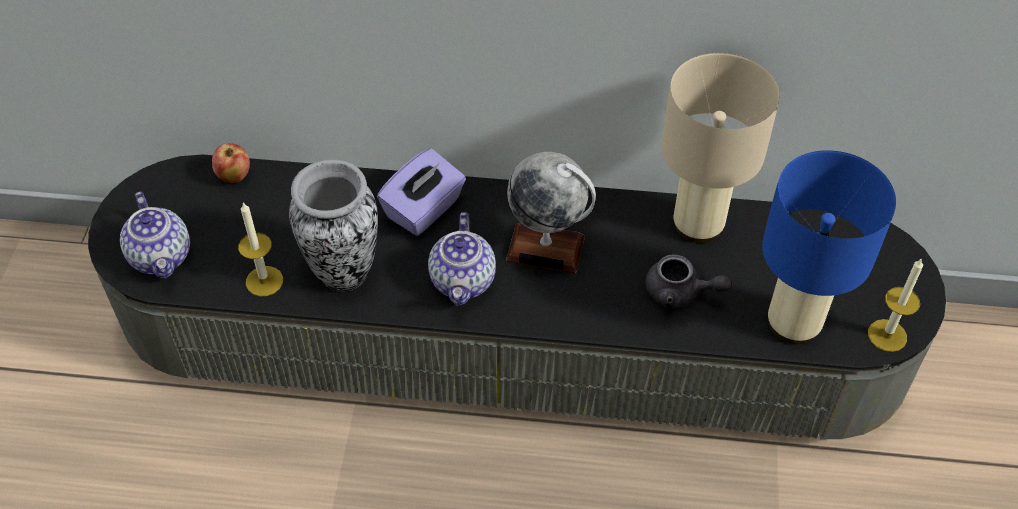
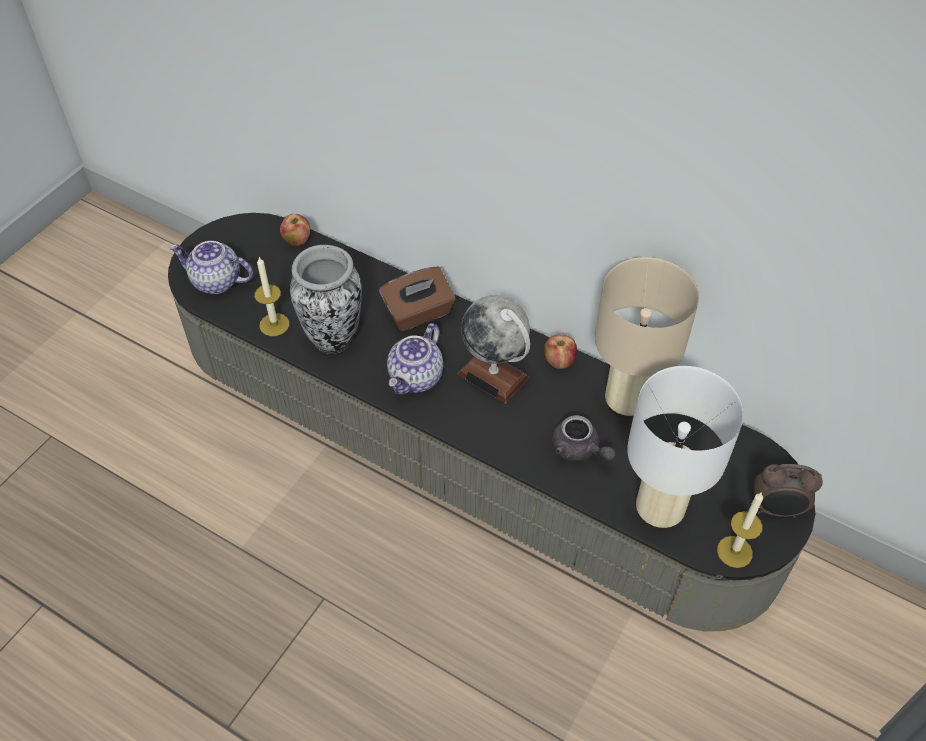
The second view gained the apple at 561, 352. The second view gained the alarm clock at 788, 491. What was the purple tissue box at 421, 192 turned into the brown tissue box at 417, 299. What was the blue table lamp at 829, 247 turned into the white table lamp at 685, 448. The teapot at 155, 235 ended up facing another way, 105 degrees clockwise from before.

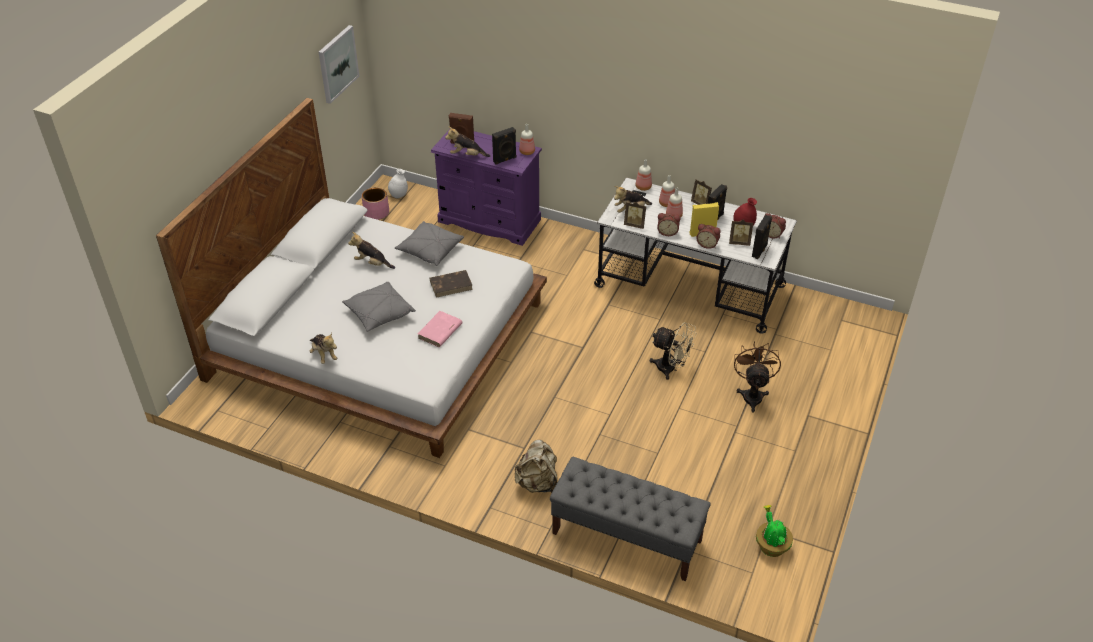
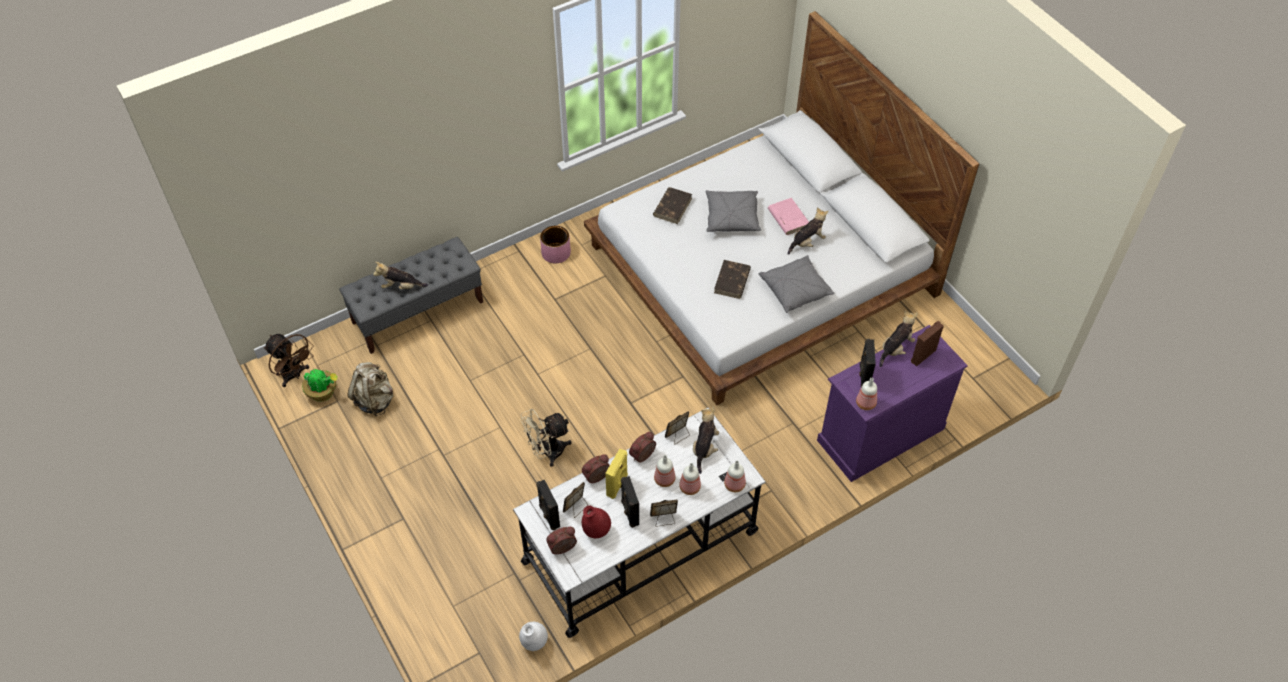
The second view lost the picture at 339, 64. The second view gained the brown book at 672, 205. The plush toy ended up elsewhere, having gone from 323, 348 to 400, 275. The pink planter ended up elsewhere, having gone from 375, 203 to 555, 245. The white vase ended up elsewhere, having gone from 398, 183 to 533, 636. The pink book ended up elsewhere, having gone from 440, 329 to 788, 216. The beige backpack ended up elsewhere, having gone from 536, 466 to 370, 389. The brown fan ended up elsewhere, having gone from 757, 376 to 289, 360.

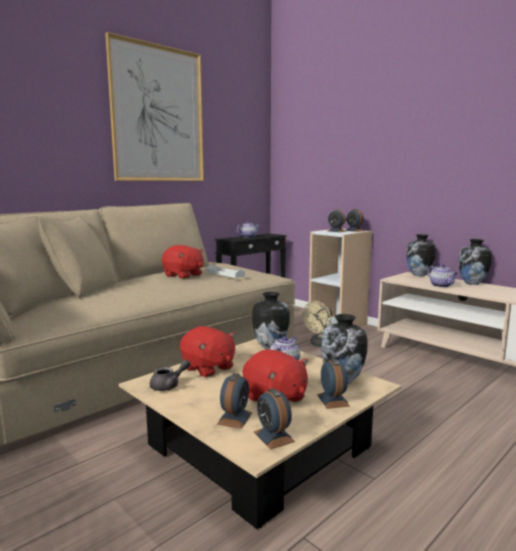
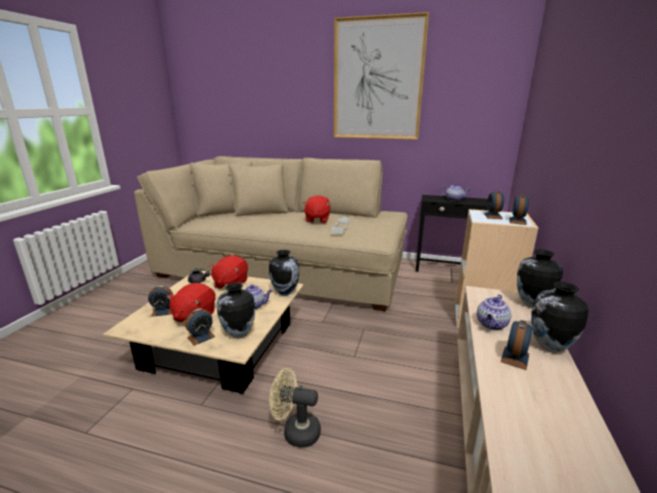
The alarm clock ended up elsewhere, having gone from 274, 419 to 517, 345. The beige fan ended up elsewhere, having gone from 317, 324 to 295, 408.

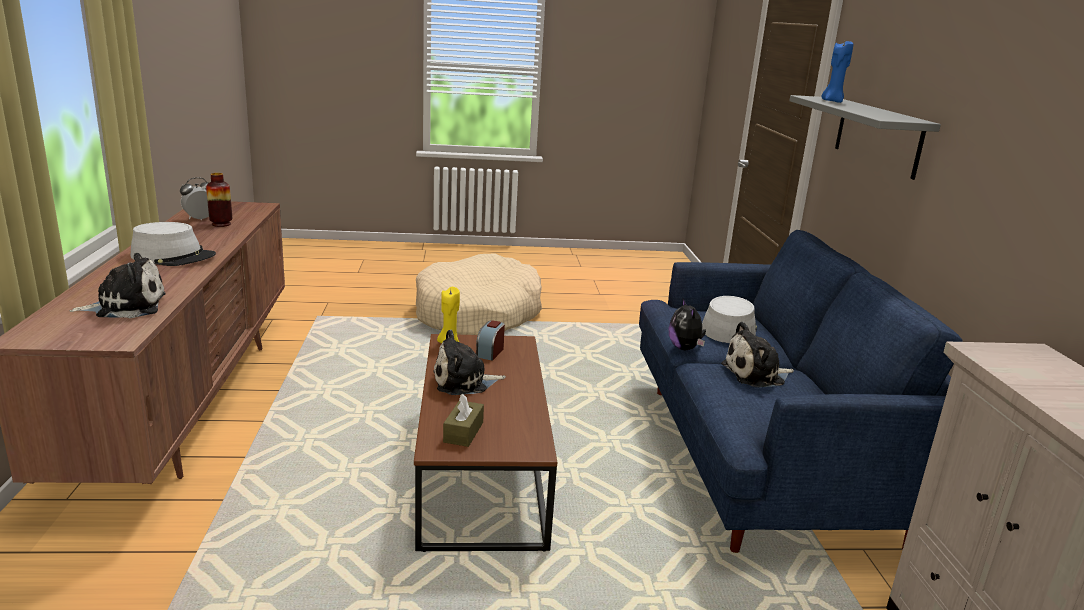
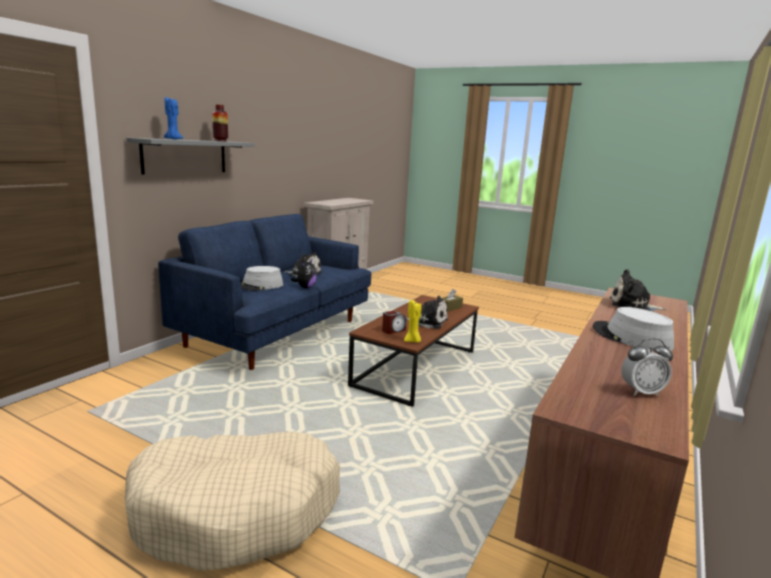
The vase ended up elsewhere, having gone from 219, 200 to 220, 123.

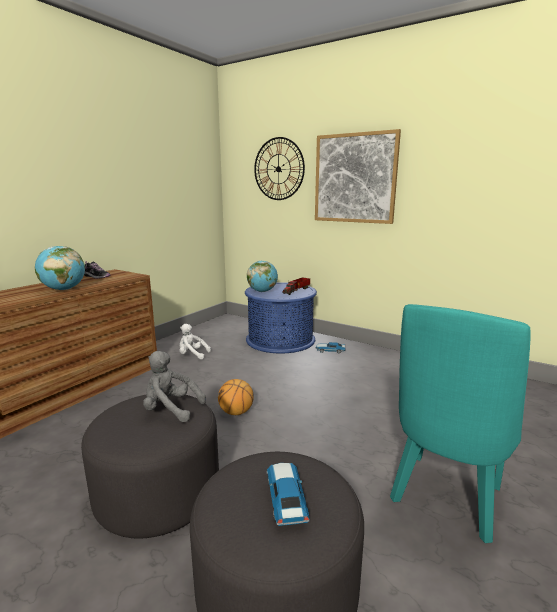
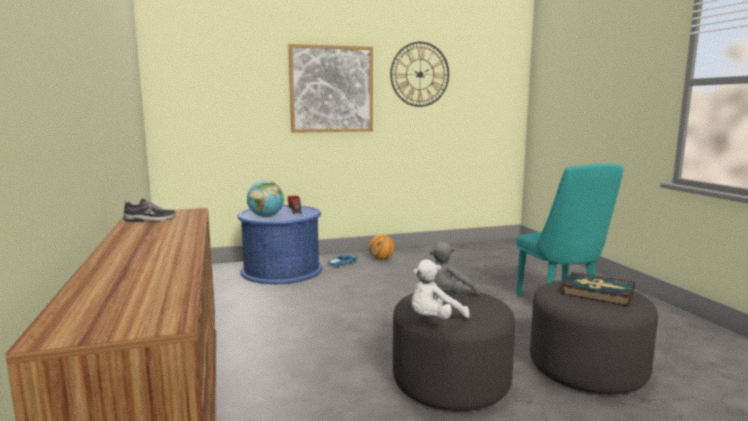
The second view lost the globe at 60, 268. The white plush toy ended up elsewhere, having gone from 195, 342 to 441, 289. The basketball ended up elsewhere, having gone from 236, 397 to 382, 247. The wall clock ended up elsewhere, having gone from 279, 168 to 419, 74. Where the toy car stood at 288, 494, the book came to stand at 598, 289.

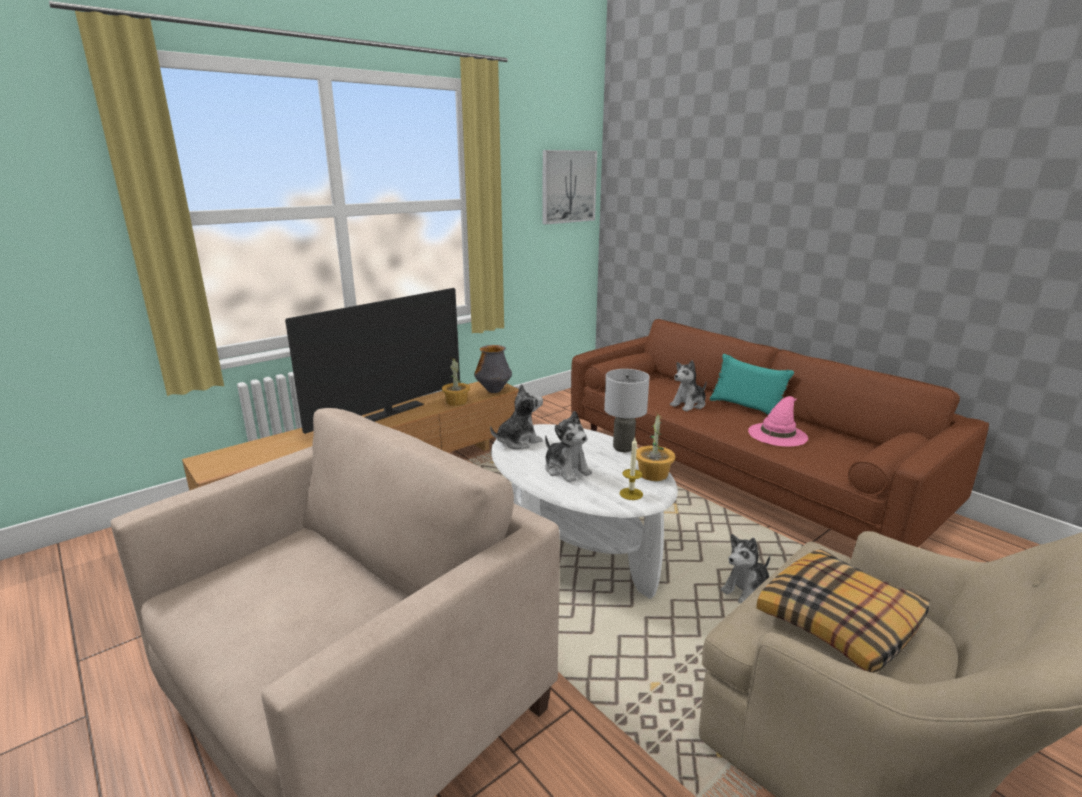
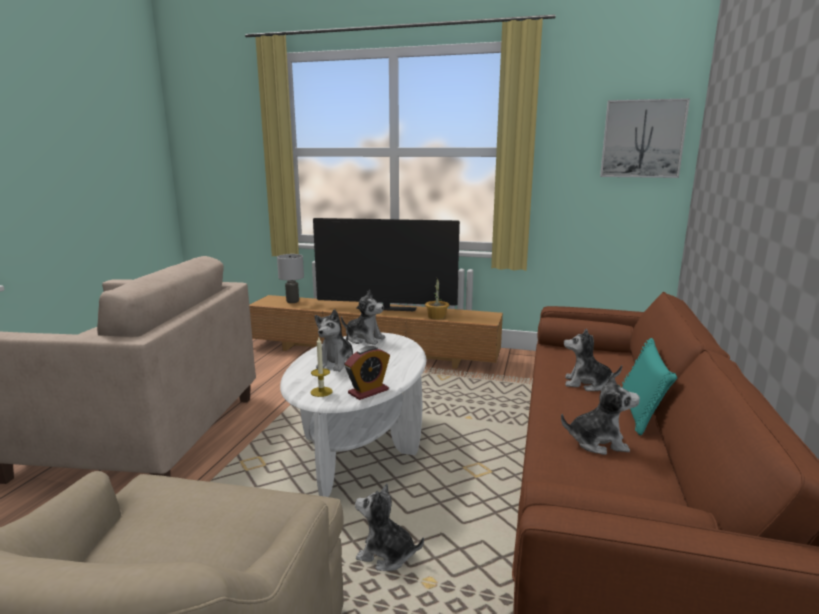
The second view lost the vase at 493, 369. The second view lost the pillow at 843, 611. The white table lamp ended up elsewhere, having gone from 626, 411 to 290, 278. Where the potted plant stood at 655, 446, the alarm clock came to stand at 367, 373. Where the pink hat stood at 778, 421, the plush toy came to stand at 600, 414.

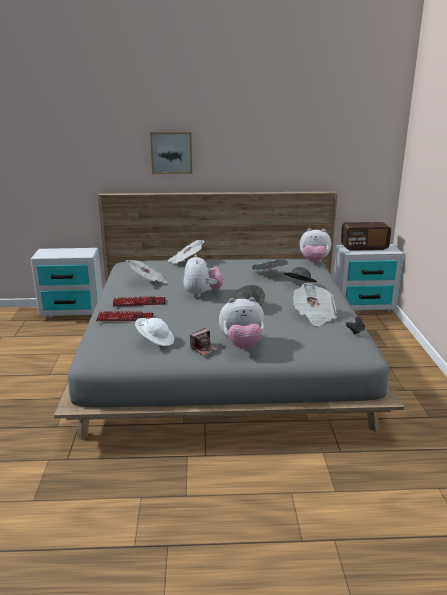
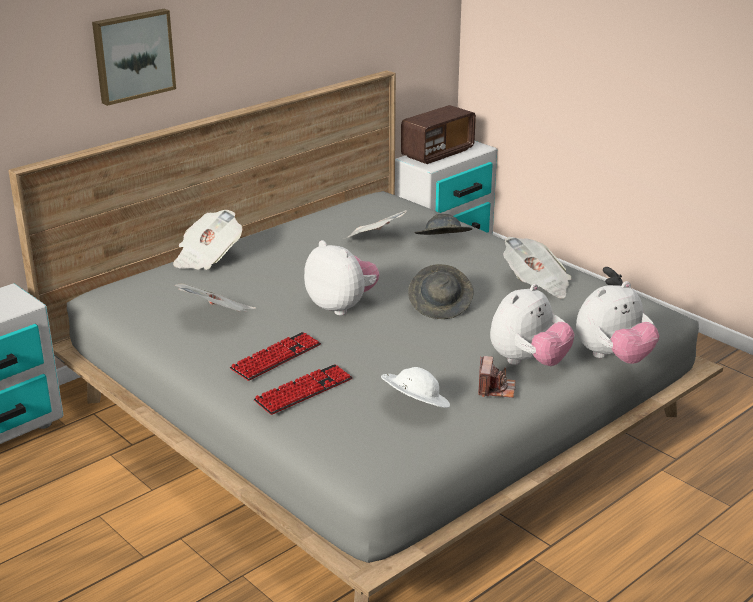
The plush toy ended up elsewhere, having gone from 315, 245 to 617, 322.

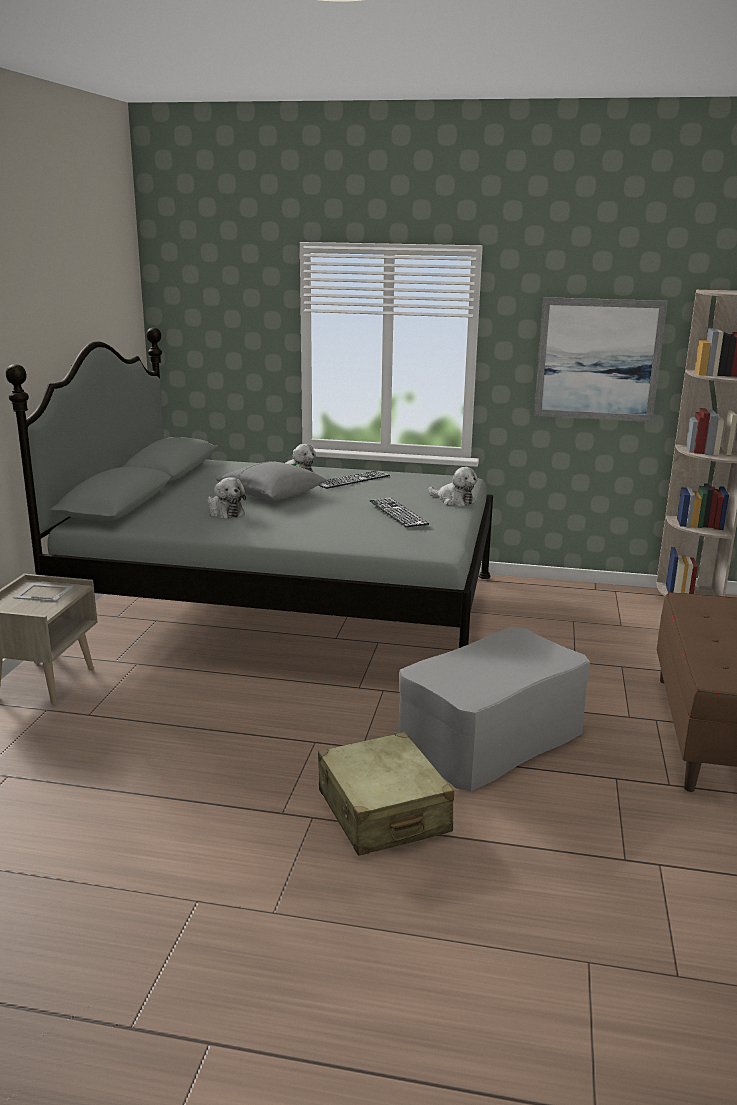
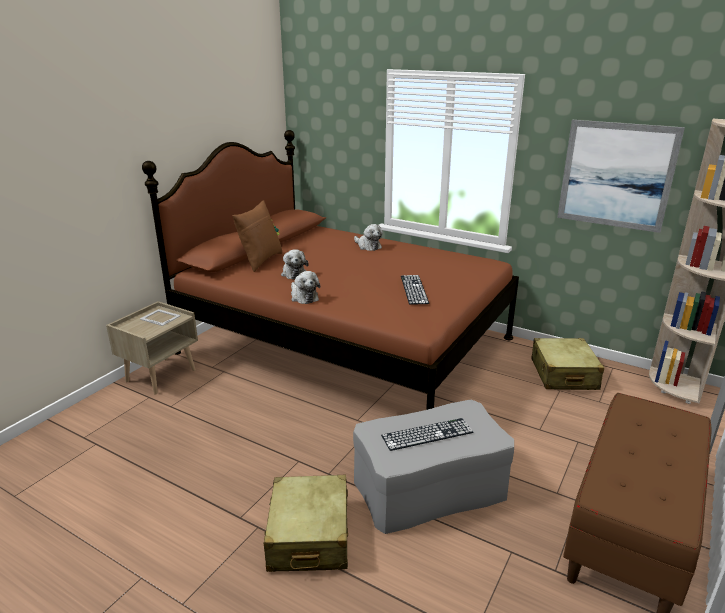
The second view lost the grey pillow at 271, 480. The second view gained the brown pillow at 257, 236. The second view gained the beige suitcase at 567, 364. The keyboard ended up elsewhere, having gone from 354, 480 to 427, 434. The plush toy ended up elsewhere, having gone from 452, 486 to 305, 287. What was the grey bed at 249, 488 turned into the brown bed at 330, 270.

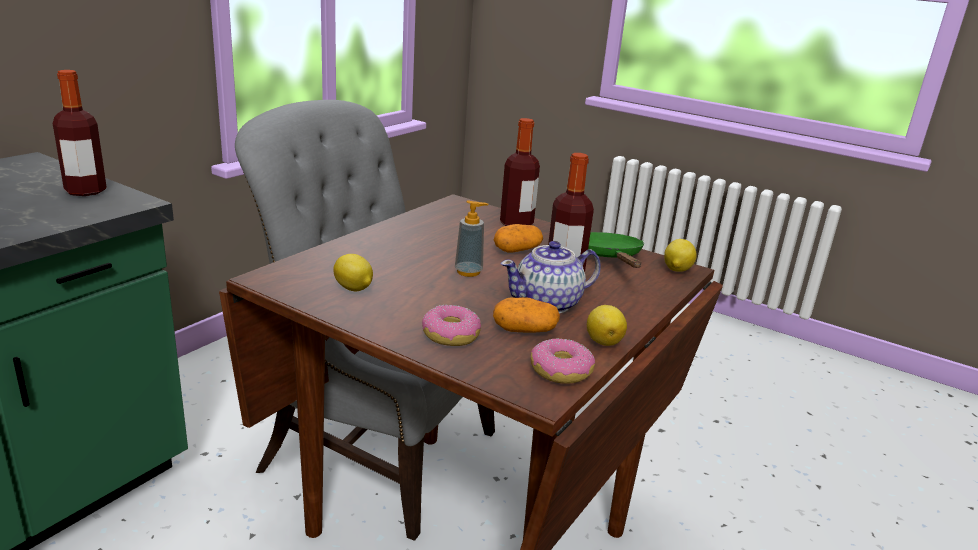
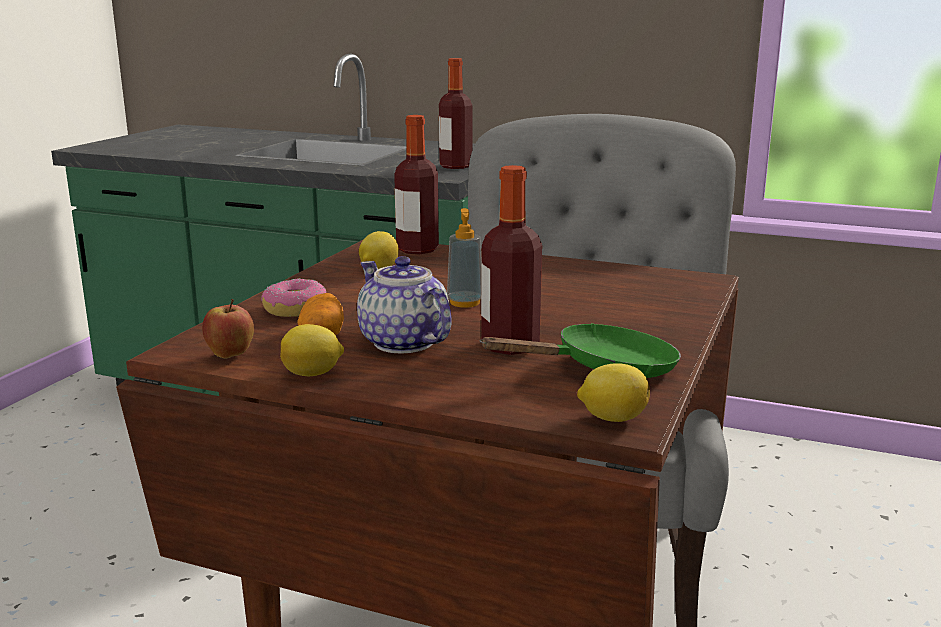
The second view lost the potato at 518, 238. The bottle ended up elsewhere, having gone from 520, 172 to 416, 184. Where the donut stood at 562, 361, the apple came to stand at 228, 328.

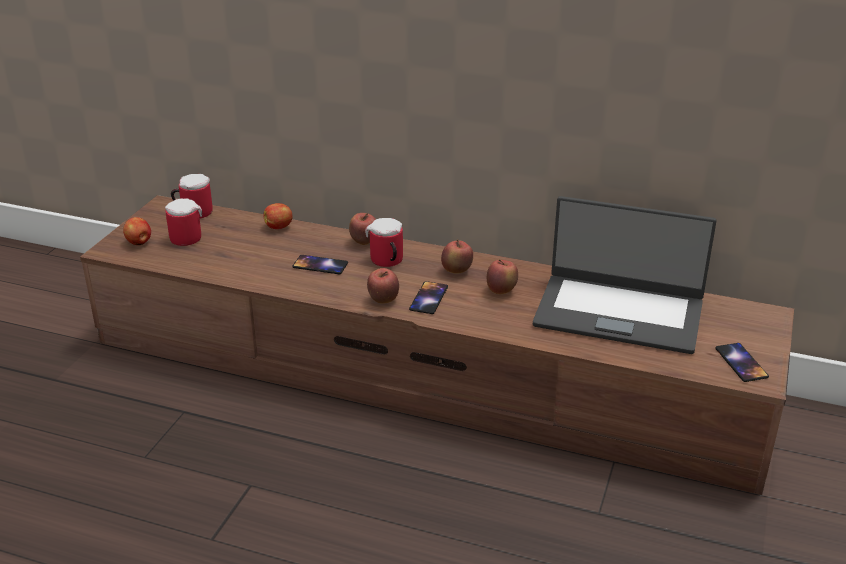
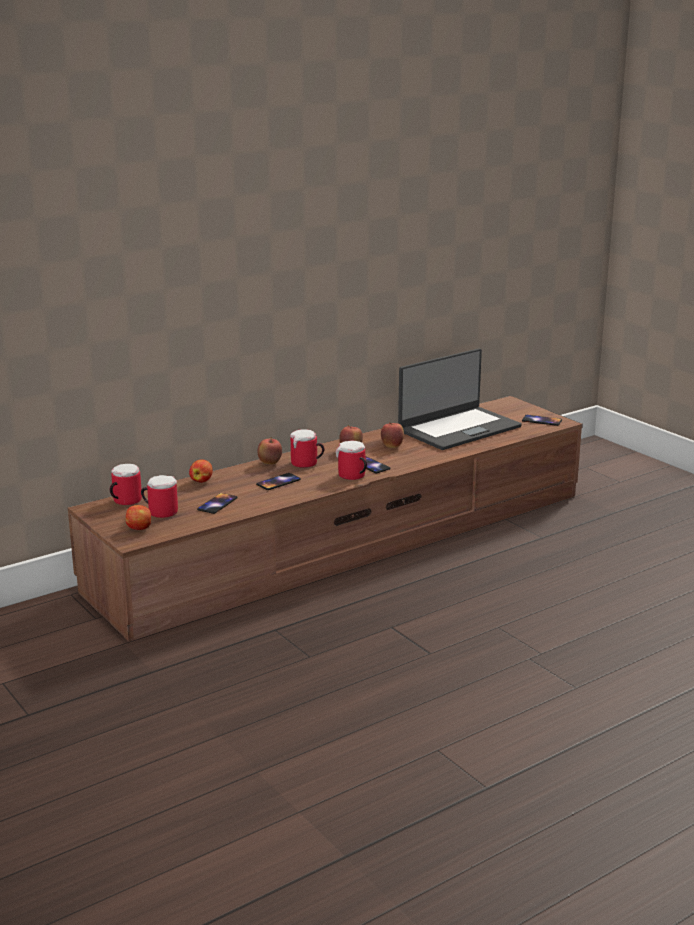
The second view gained the phone at 217, 503. Where the apple stood at 383, 286, the mug came to stand at 351, 460.

